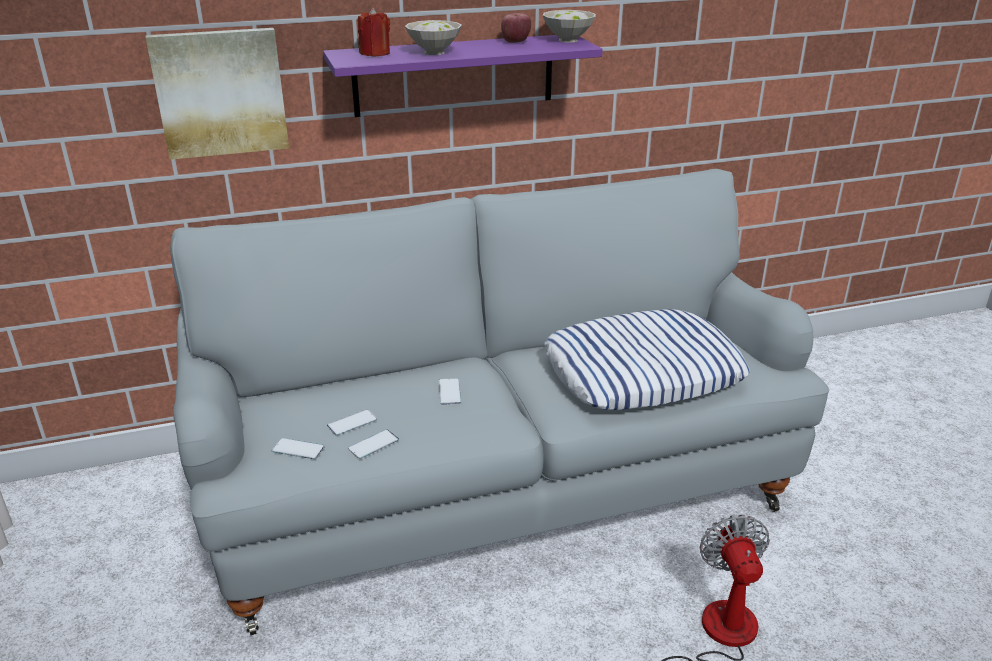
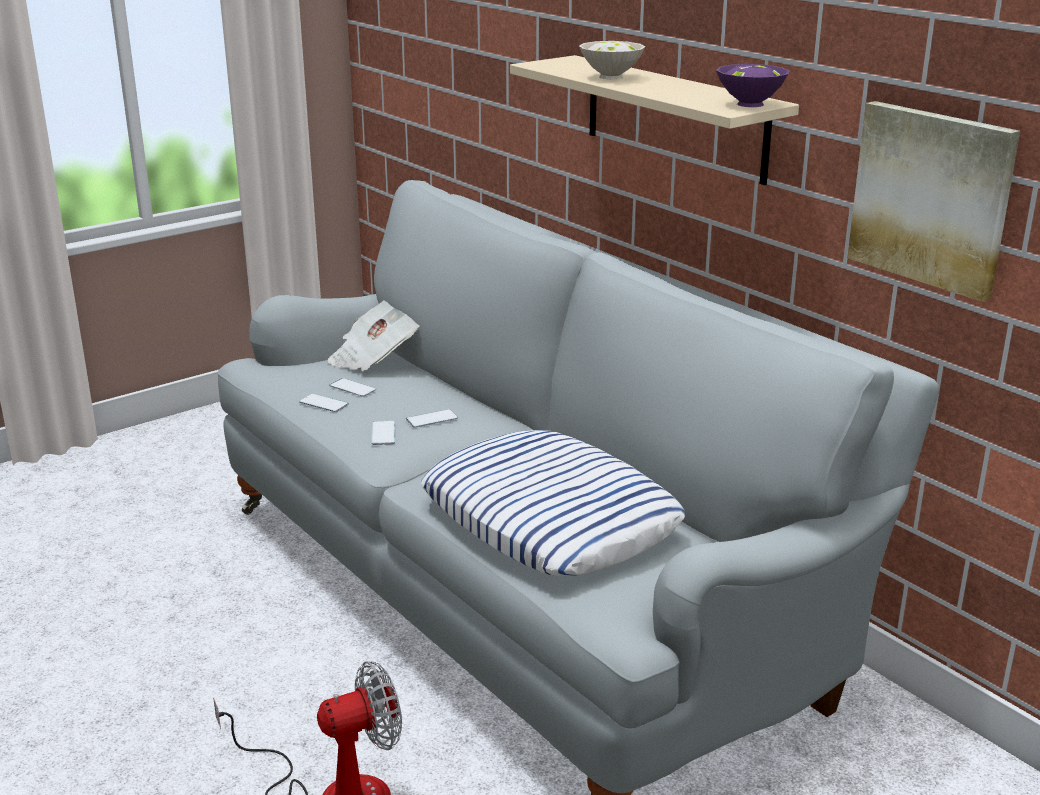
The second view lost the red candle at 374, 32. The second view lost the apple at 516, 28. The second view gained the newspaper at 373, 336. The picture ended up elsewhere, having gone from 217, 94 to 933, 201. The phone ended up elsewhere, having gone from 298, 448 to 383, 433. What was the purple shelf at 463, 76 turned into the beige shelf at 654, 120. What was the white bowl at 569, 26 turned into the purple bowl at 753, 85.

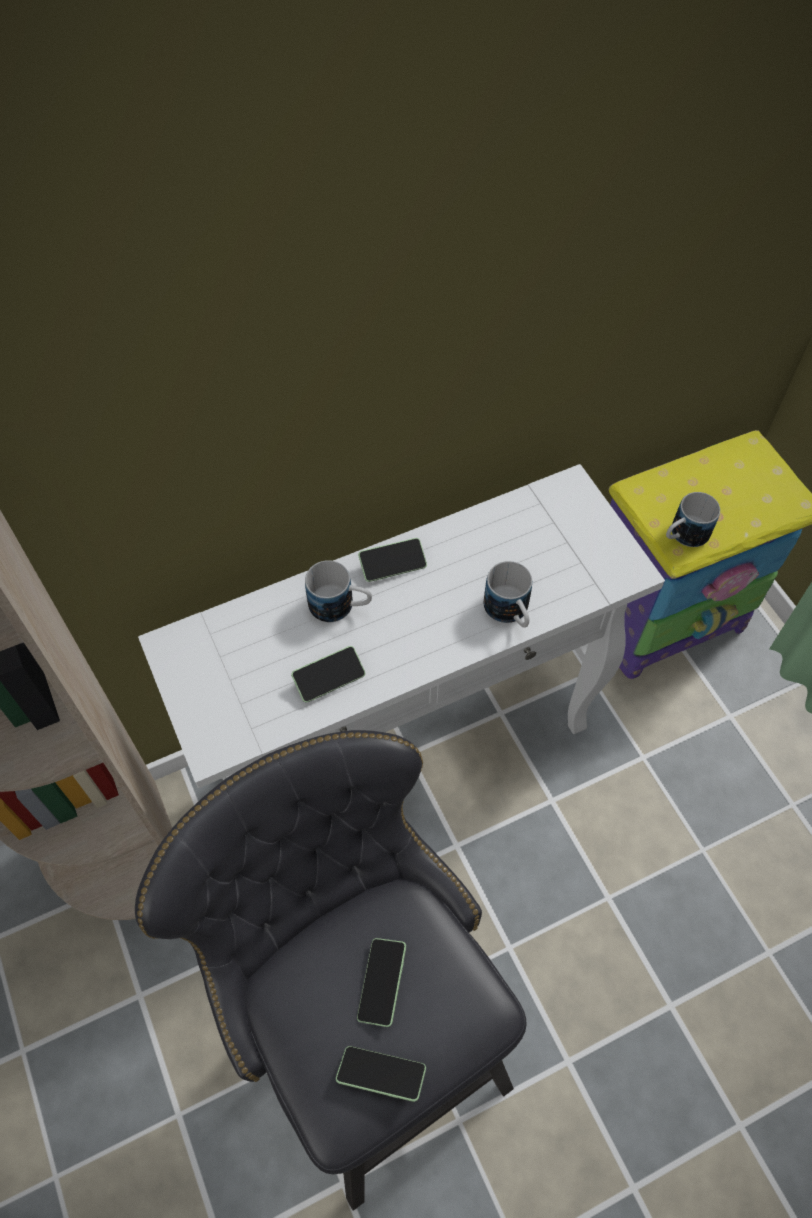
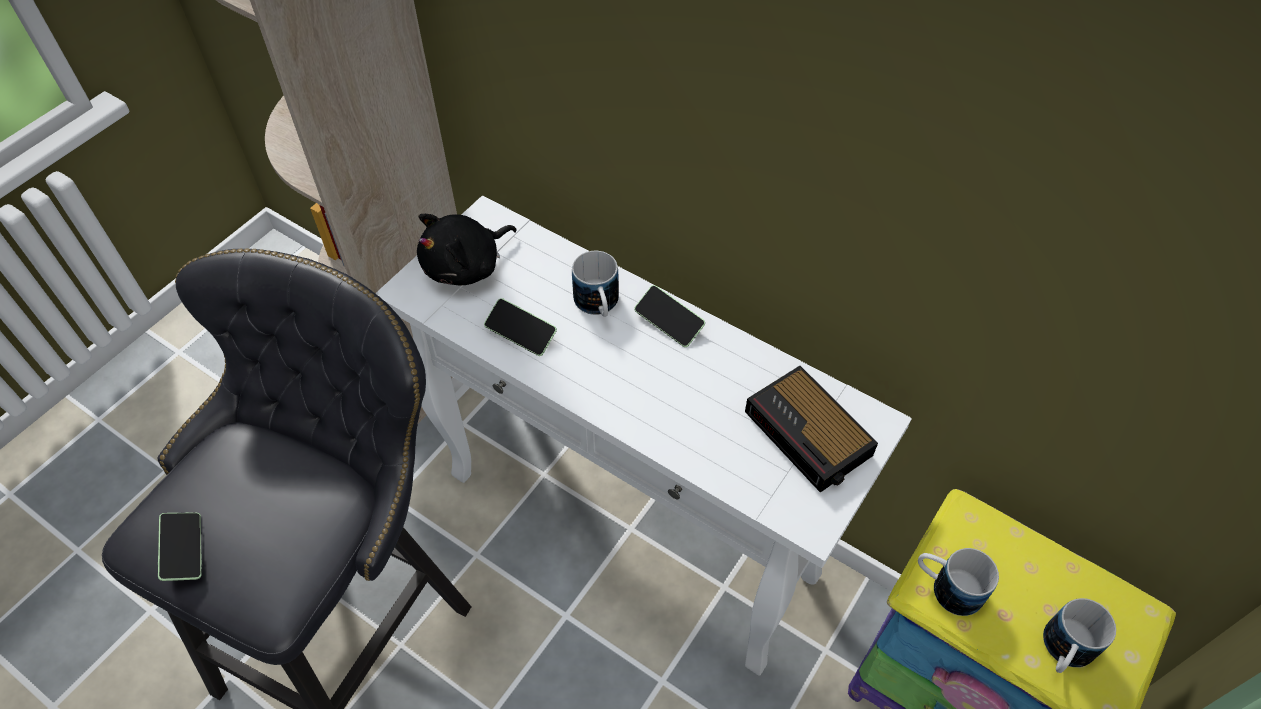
The second view lost the phone at 381, 982. The second view gained the black plush toy at 467, 249. The second view gained the alarm clock at 811, 429. The mug ended up elsewhere, having gone from 507, 594 to 1079, 635.

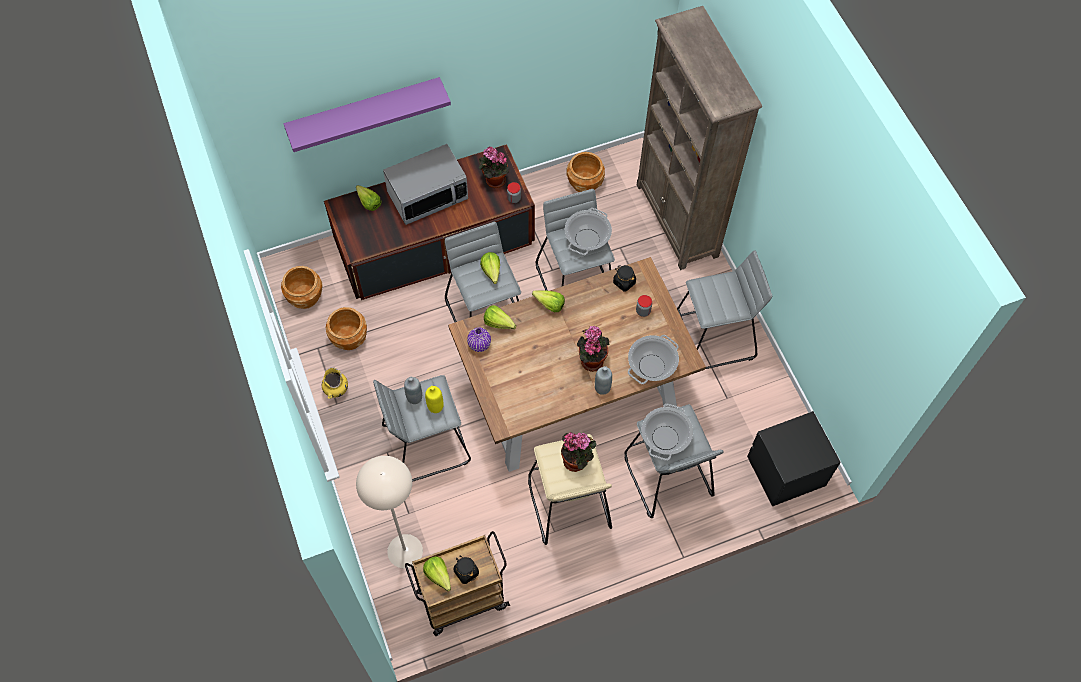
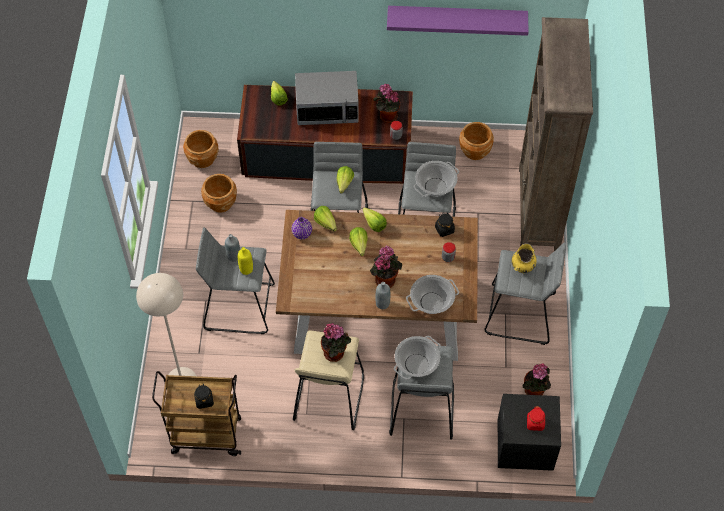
The second view gained the potted plant at 536, 379. The second view gained the red jar at 536, 418. The purple shelf ended up elsewhere, having gone from 367, 114 to 458, 21. The yellow vase ended up elsewhere, having gone from 335, 383 to 524, 258. The lettuce ended up elsewhere, having gone from 437, 574 to 358, 241.

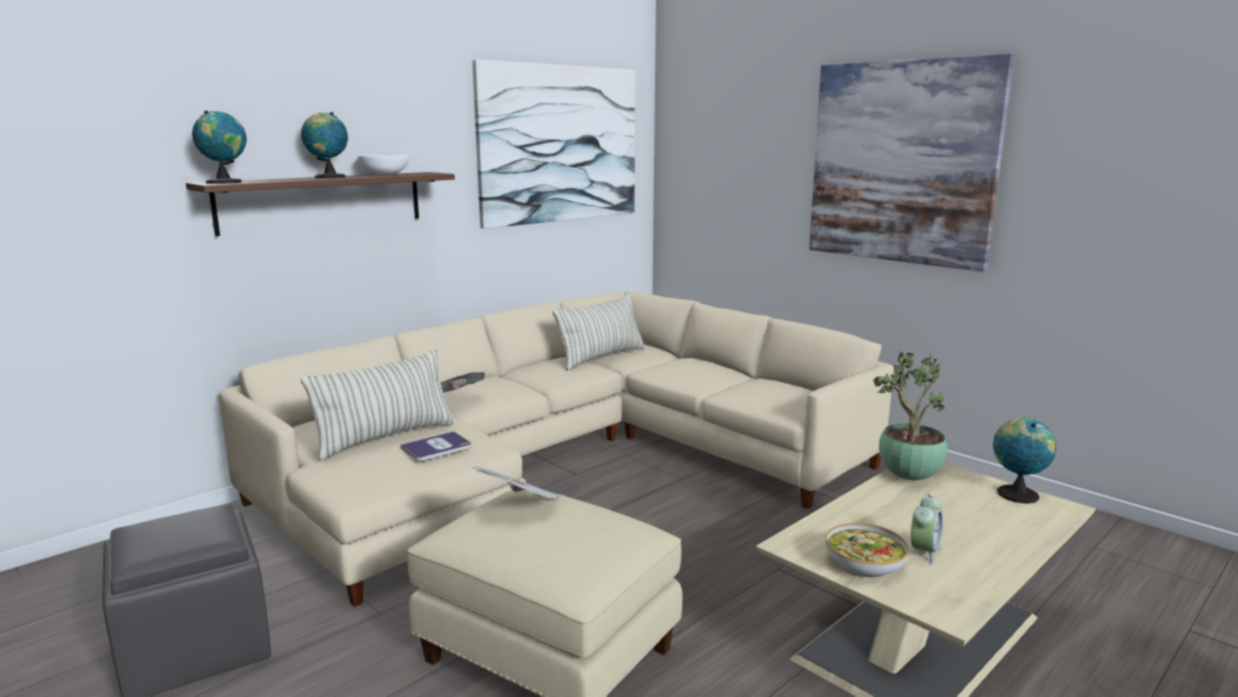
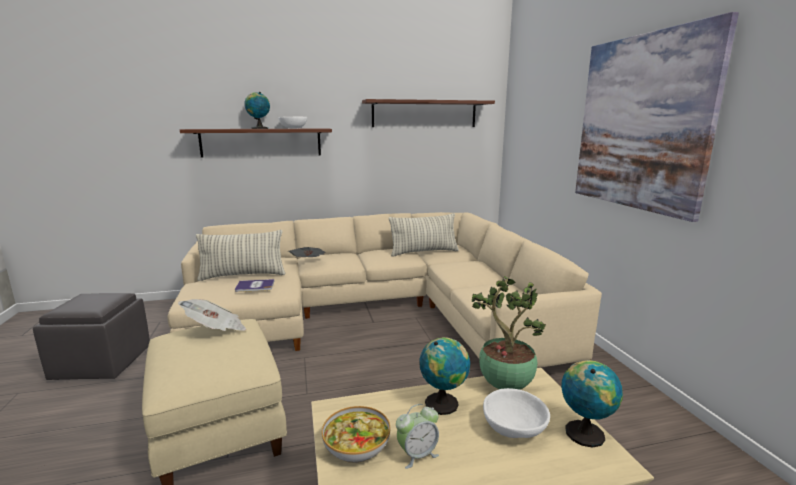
The second view gained the white bowl at 516, 413. The globe ended up elsewhere, having gone from 219, 147 to 444, 376. Where the picture hung at 553, 144, the brown shelf came to hang at 428, 113.

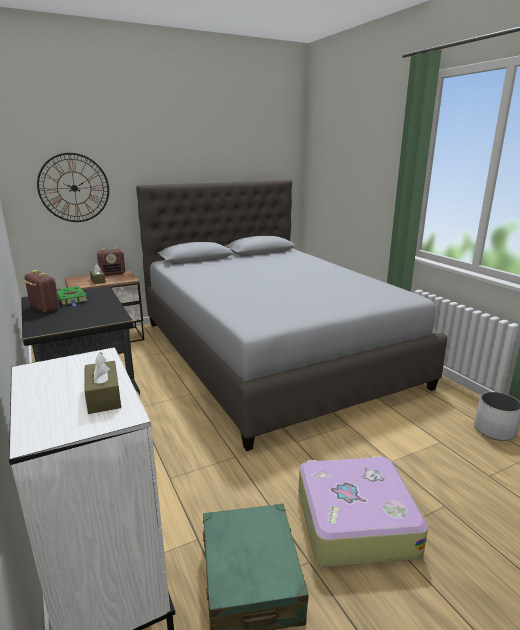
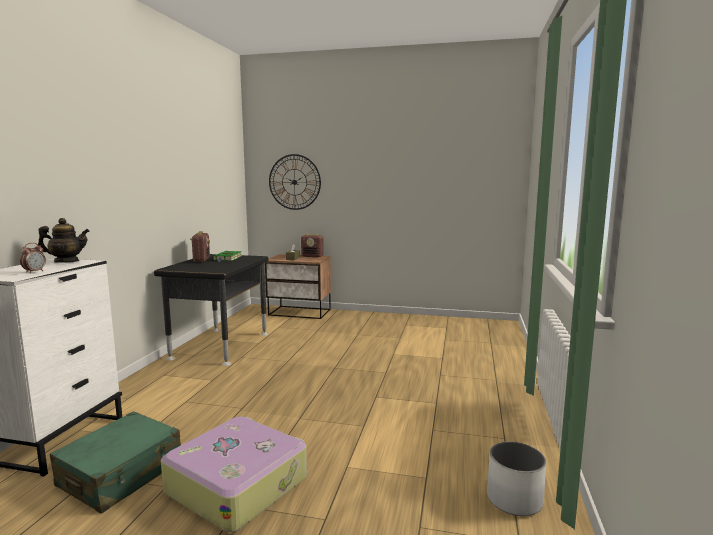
The second view lost the grey bed at 292, 315. The second view gained the teapot at 64, 240. Where the brown tissue box stood at 102, 383, the alarm clock came to stand at 33, 258.

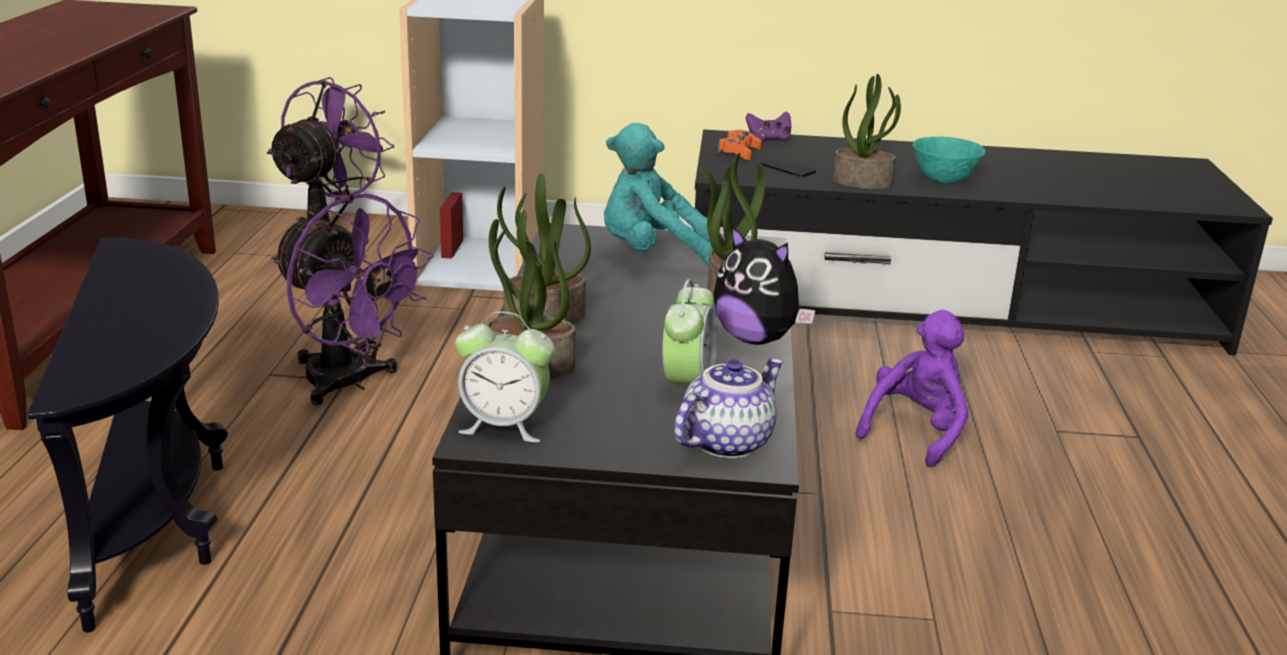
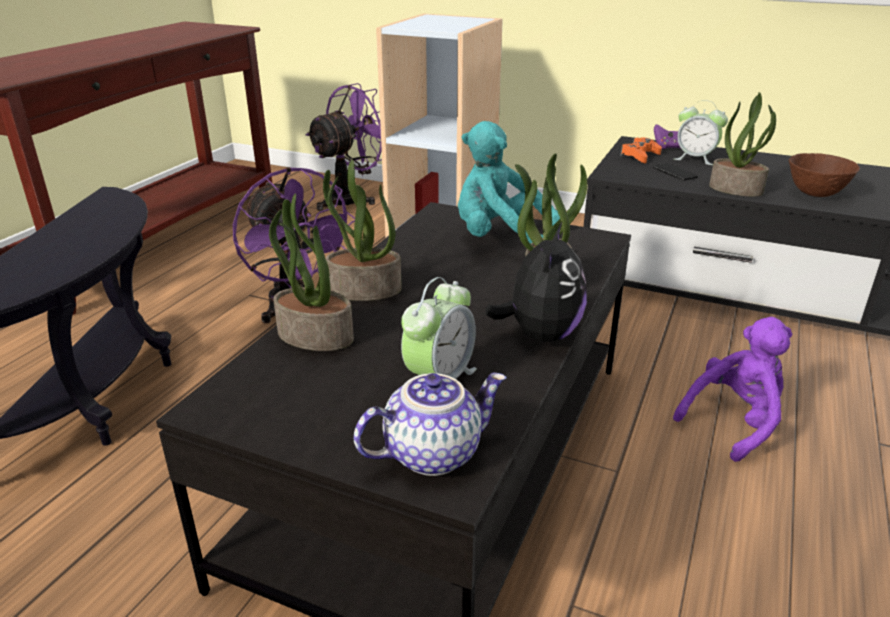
The alarm clock ended up elsewhere, having gone from 505, 376 to 701, 132. What was the turquoise bowl at 949, 160 turned into the brown bowl at 824, 175. The plush toy at 764, 285 ended up facing another way, 135 degrees counterclockwise from before.

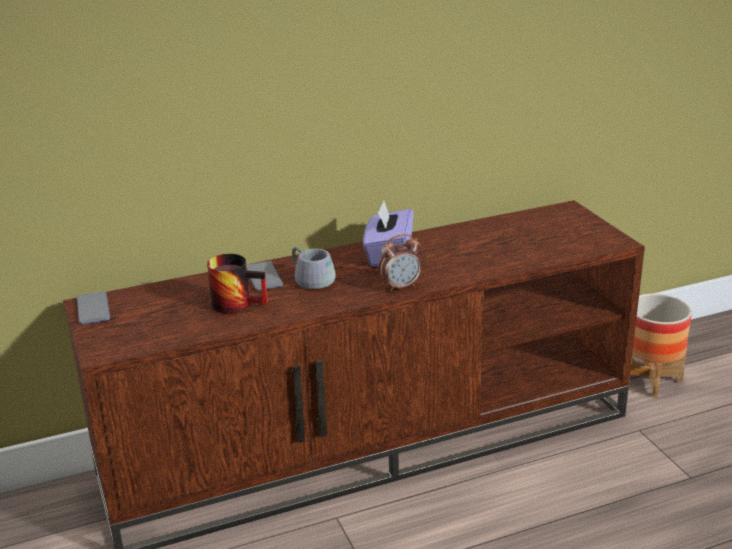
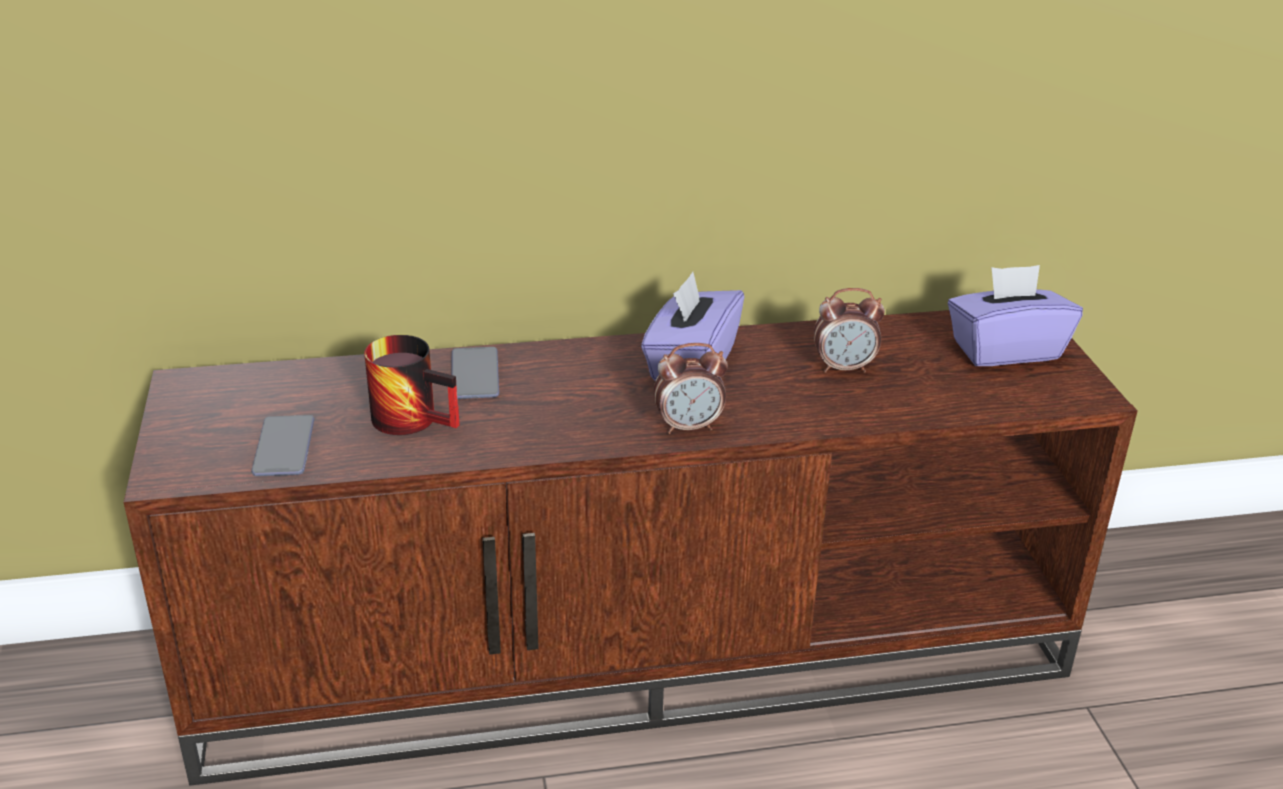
The second view lost the grey mug at 313, 268. The second view lost the planter at 661, 345. The second view gained the alarm clock at 849, 330. The second view gained the purple tissue box at 1015, 315. The phone ended up elsewhere, having gone from 93, 308 to 282, 445.

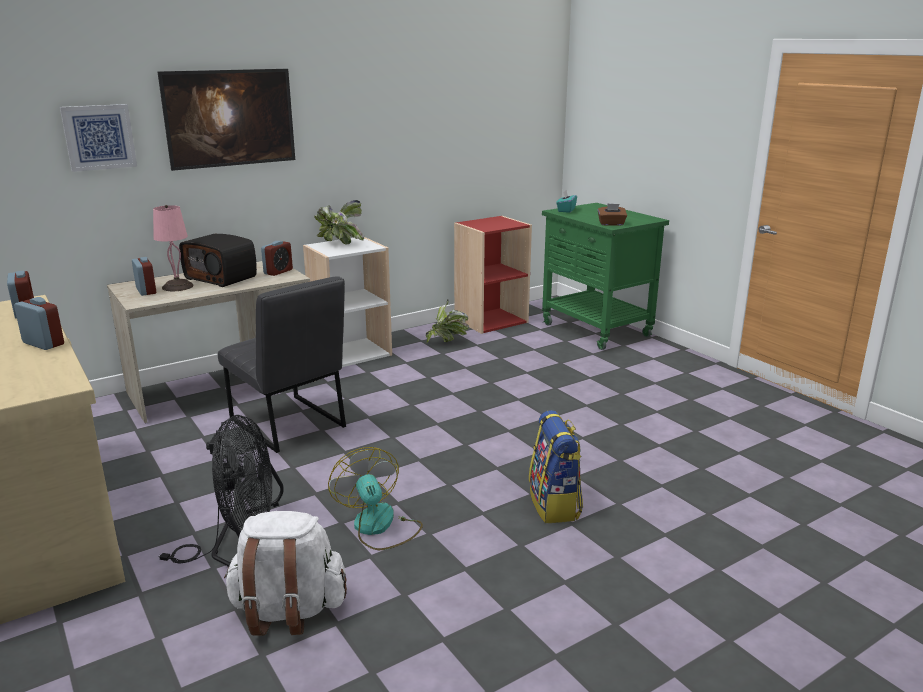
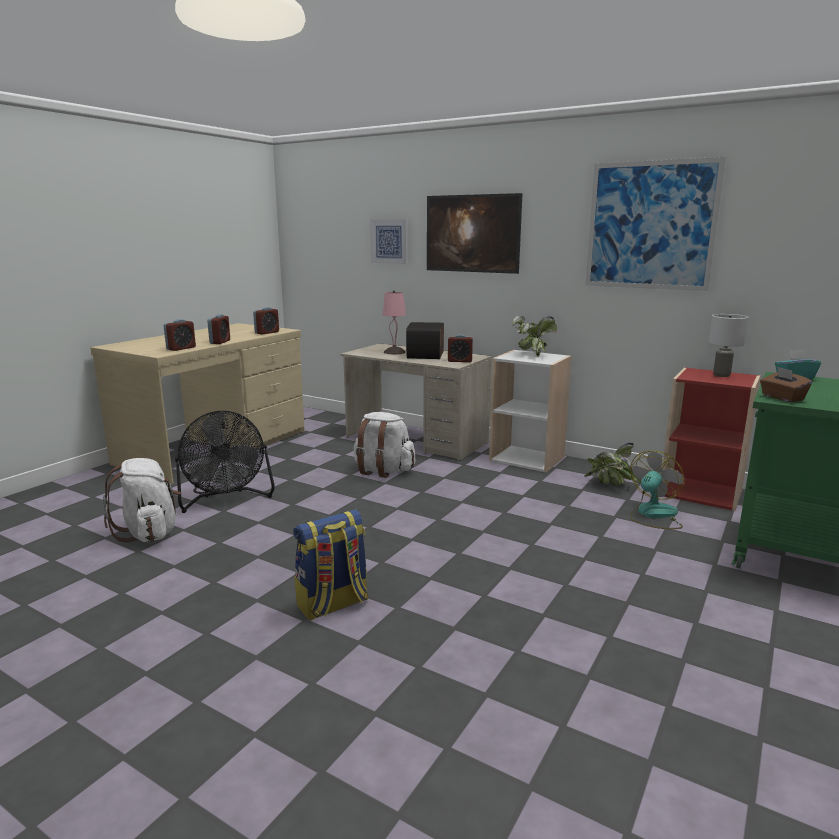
The second view gained the picture at 655, 224. The second view gained the white table lamp at 728, 345. The alarm clock ended up elsewhere, having gone from 144, 276 to 179, 335. The fan ended up elsewhere, having gone from 375, 498 to 657, 490. Where the grey chair stood at 282, 364, the white backpack came to stand at 384, 445.

